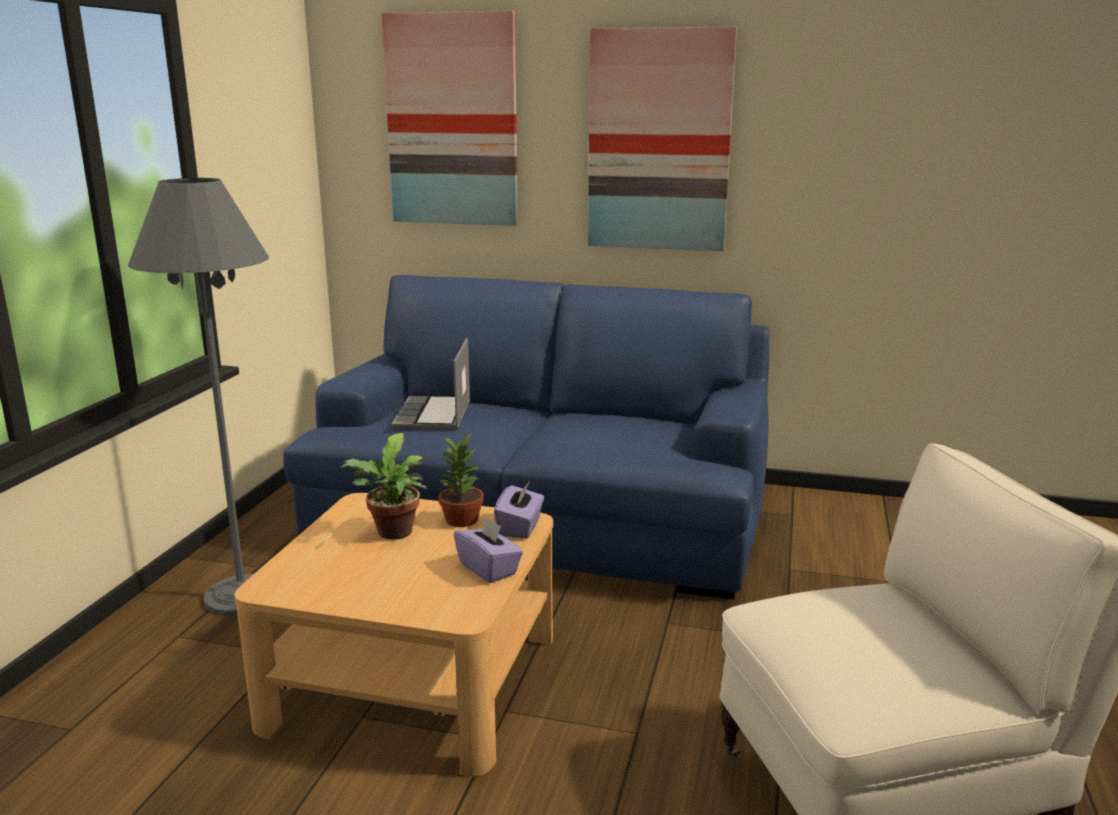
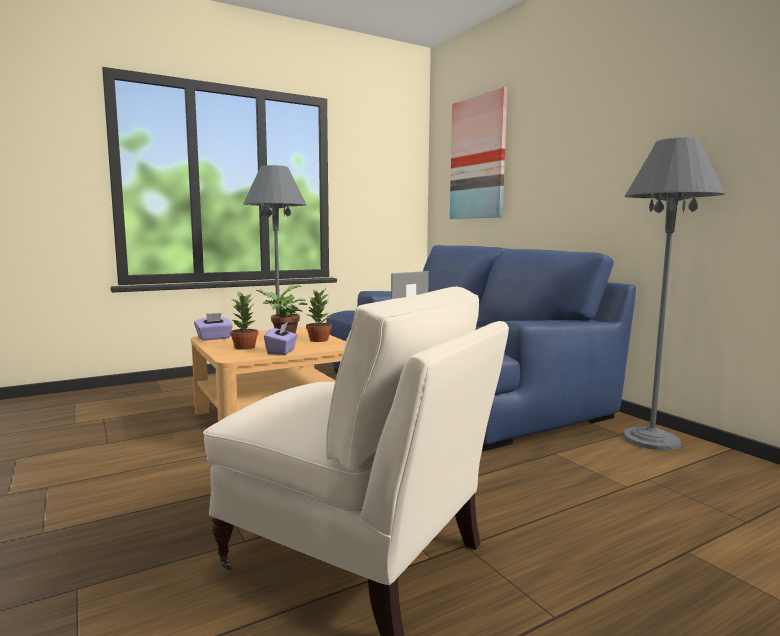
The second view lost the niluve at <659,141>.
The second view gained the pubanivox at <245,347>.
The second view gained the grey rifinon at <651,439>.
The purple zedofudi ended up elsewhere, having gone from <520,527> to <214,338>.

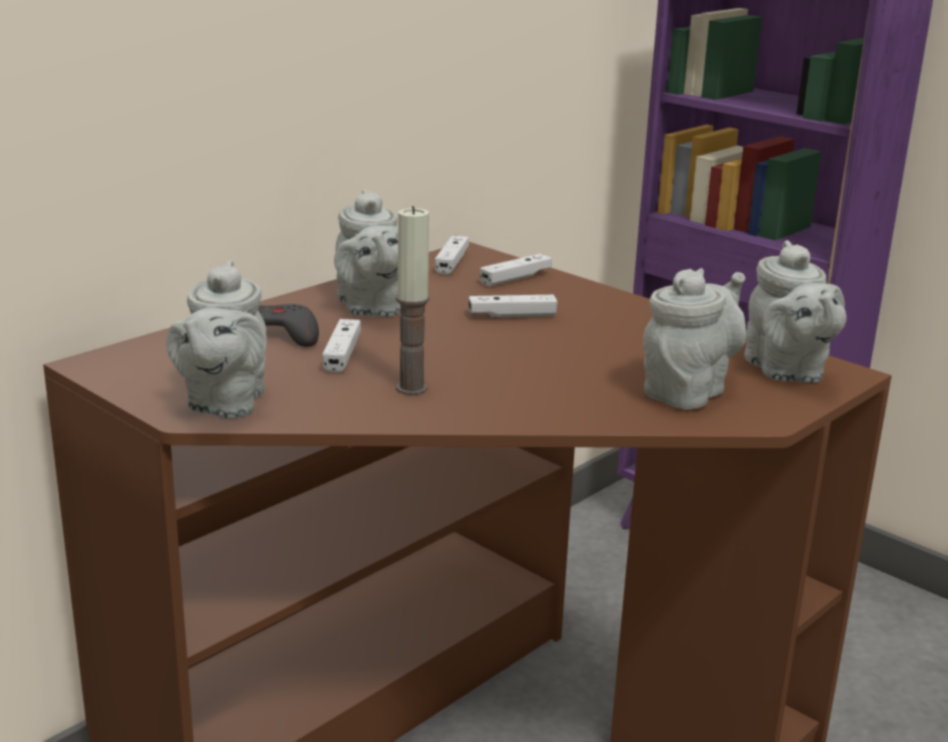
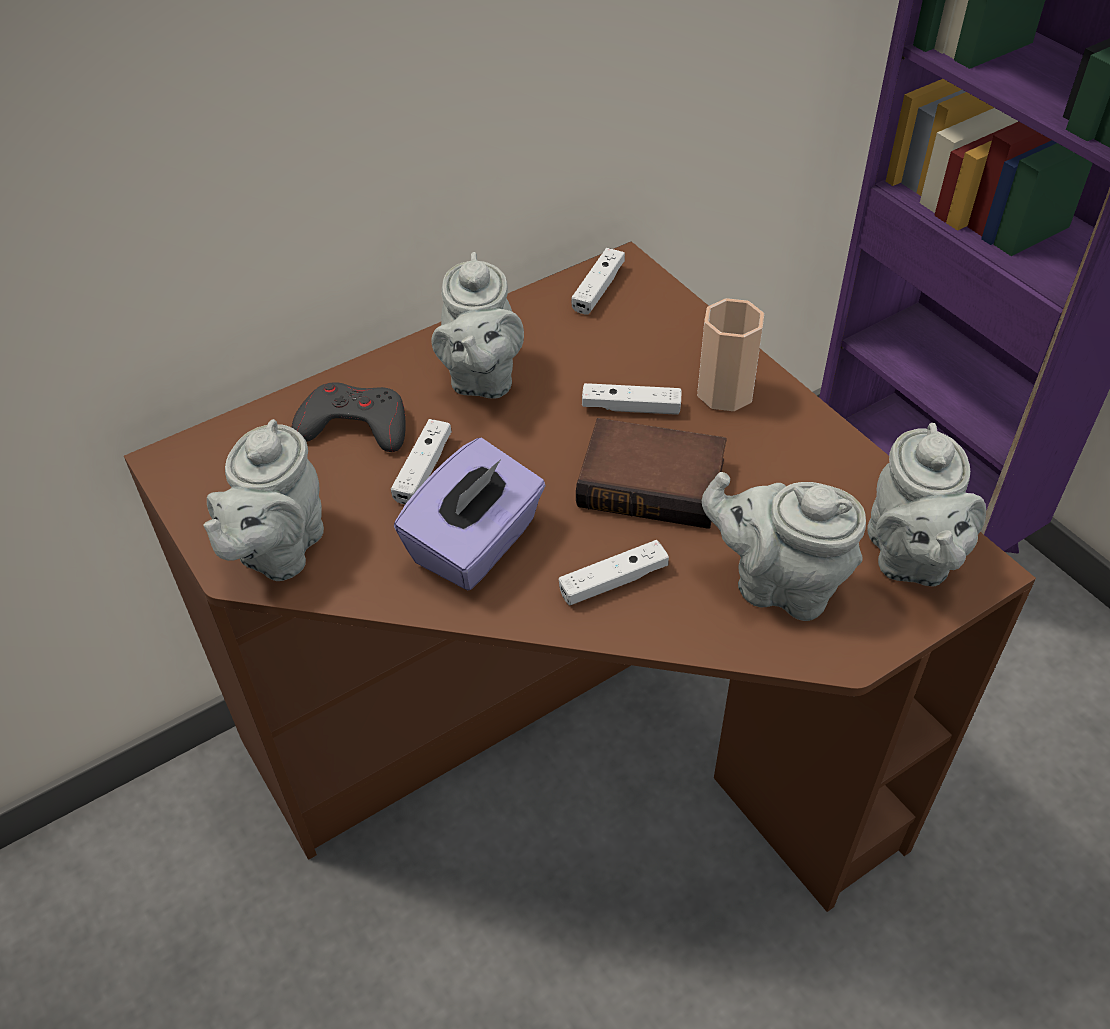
The second view gained the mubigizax at <654,481>.
The second view gained the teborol at <725,392>.
The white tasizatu ended up elsewhere, having gone from <515,278> to <613,581>.
Where the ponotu stood at <411,388>, the purple zedofudi came to stand at <476,544>.
The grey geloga at <688,390> ended up facing another way, 120 degrees counterclockwise from before.

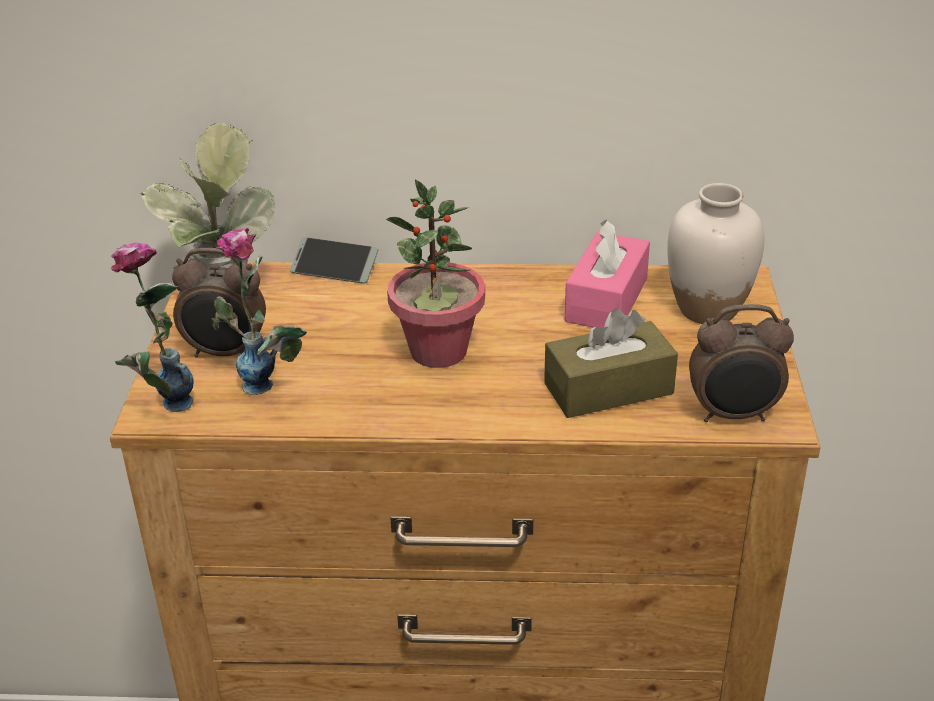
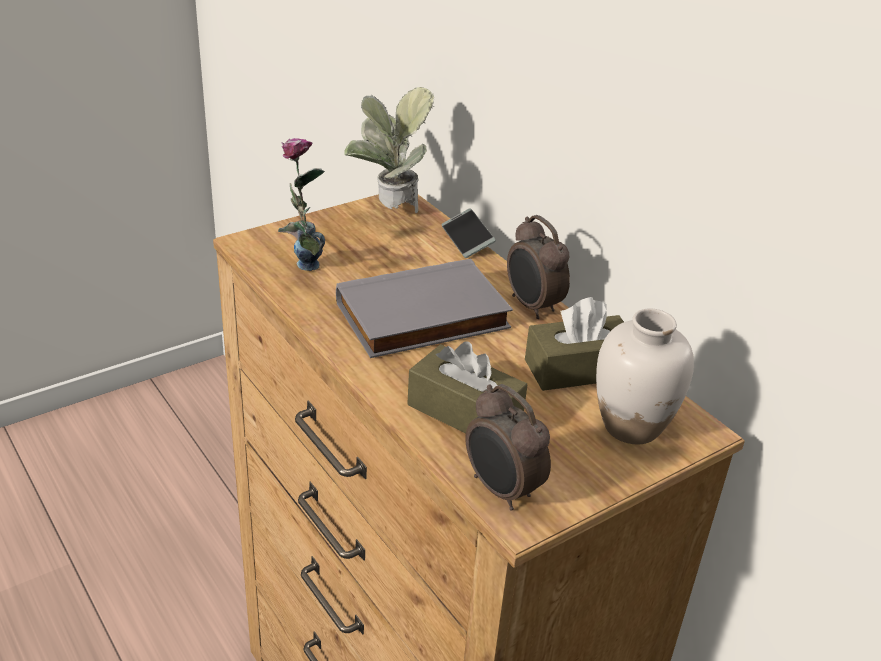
The second view lost the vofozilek at <164,415>.
The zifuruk ended up elsewhere, having gone from <226,353> to <532,306>.
Where the pubanivox stood at <438,351>, the grey mubigizax came to stand at <423,318>.
What was the pink zedofudi at <606,300> turned into the brown zedofudi at <578,369>.

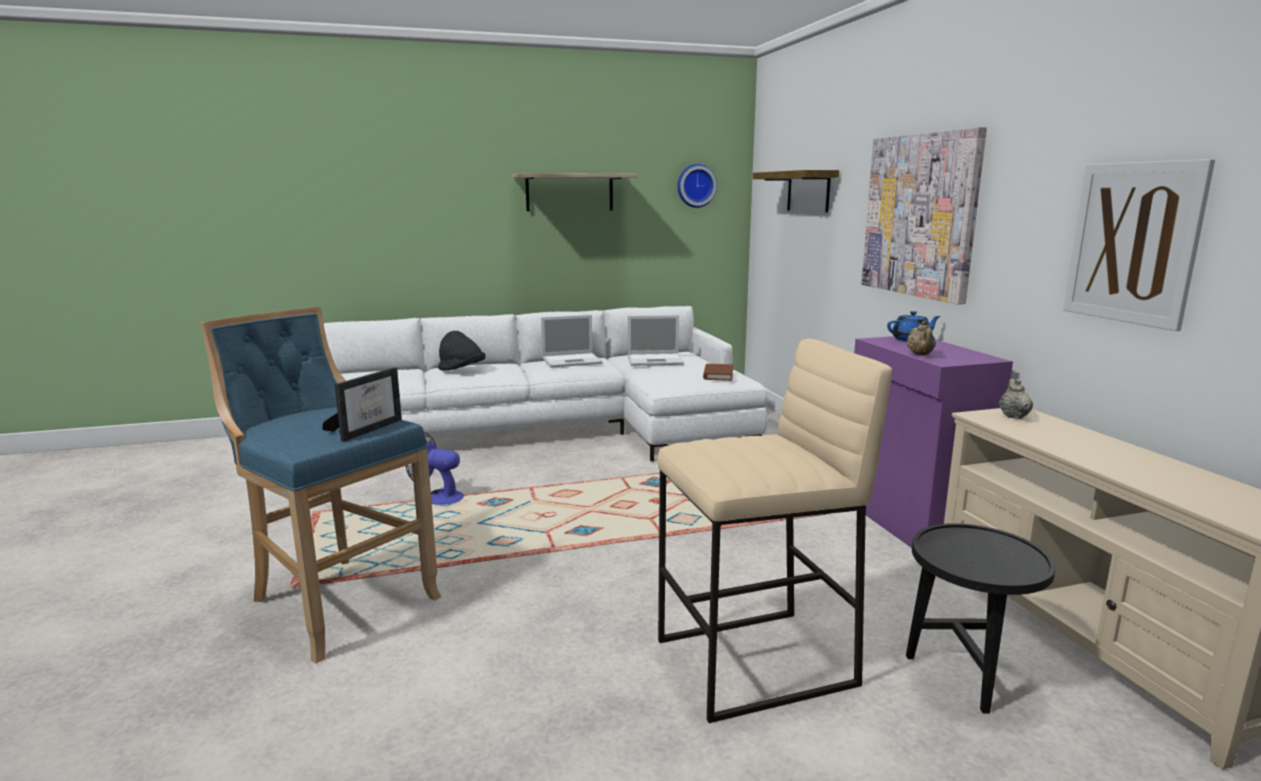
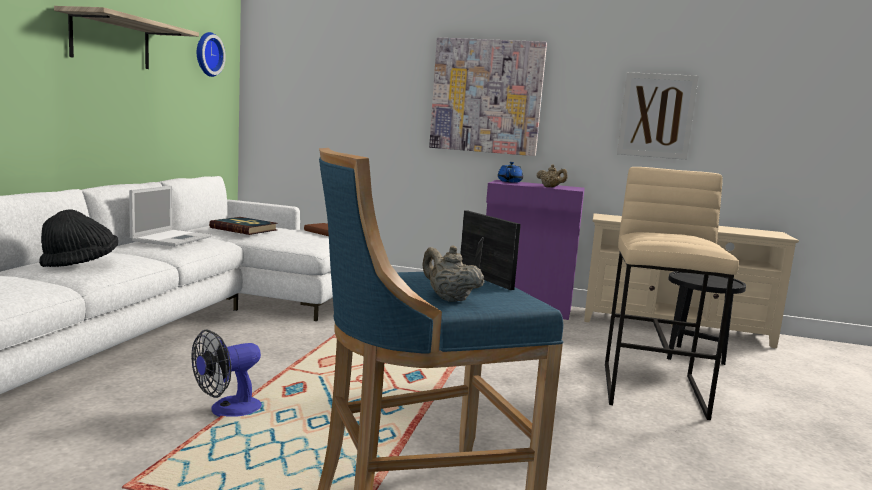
The second view lost the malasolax at <808,191>.
The beige geloga ended up elsewhere, having gone from <1013,416> to <449,299>.
Where the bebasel stood at <656,360>, the mubigizax came to stand at <244,229>.

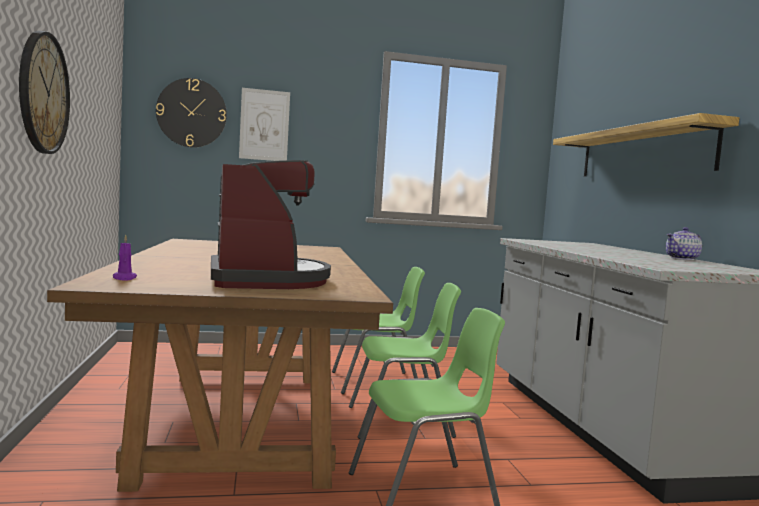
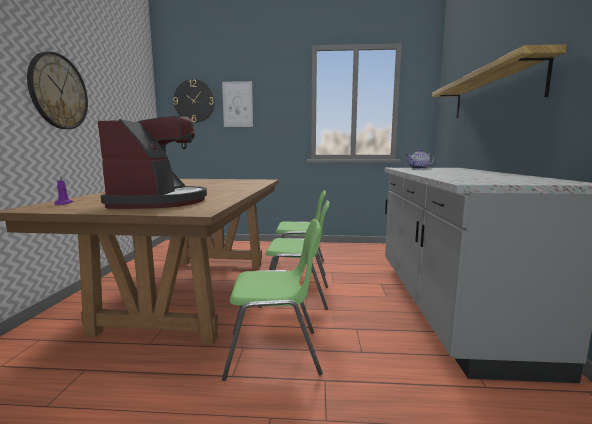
The geloga ended up elsewhere, having gone from <682,258> to <419,168>.

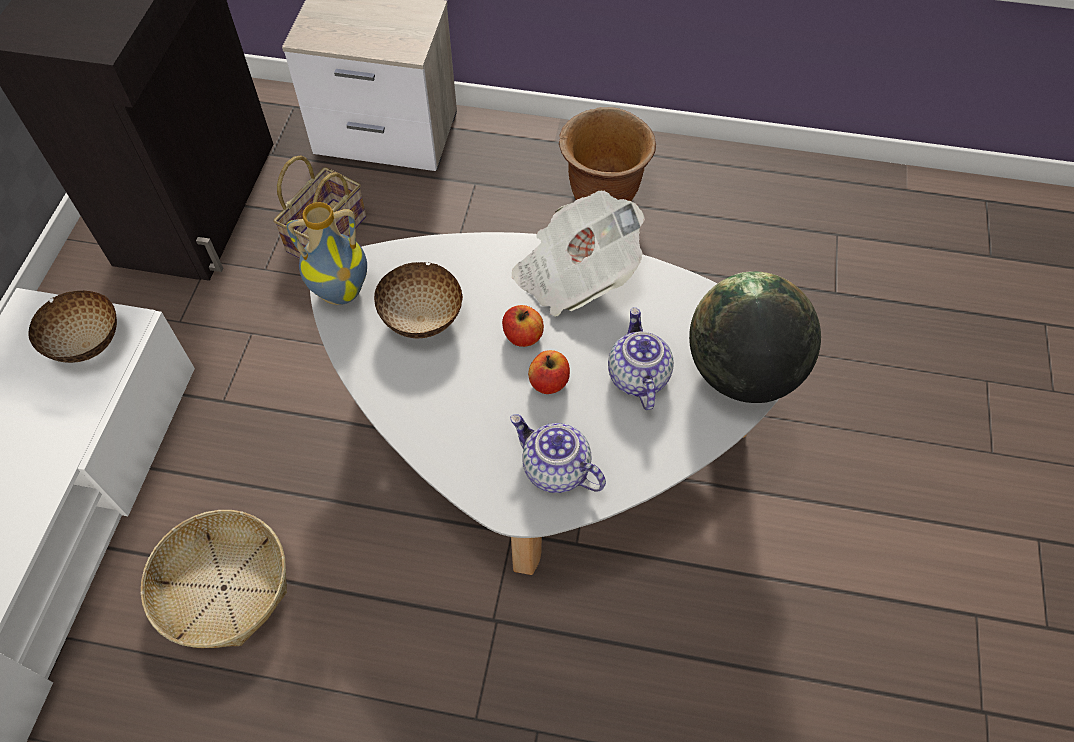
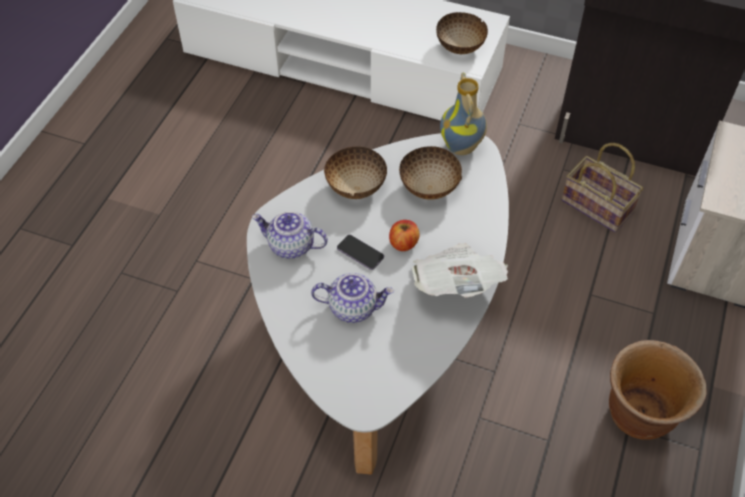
The second view lost the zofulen at <224,587>.
The second view lost the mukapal at <742,372>.
The second view gained the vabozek at <355,187>.
Where the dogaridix stood at <549,382>, the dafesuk came to stand at <360,253>.
The geloga at <555,469> ended up facing another way, 120 degrees counterclockwise from before.

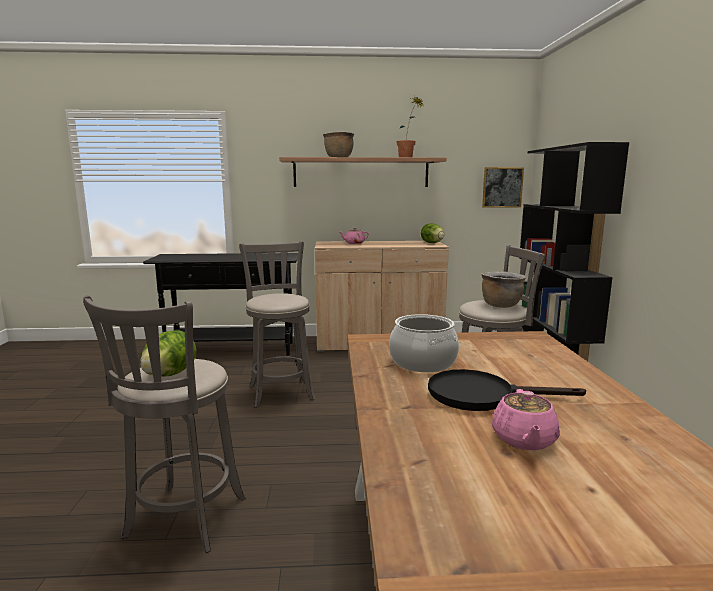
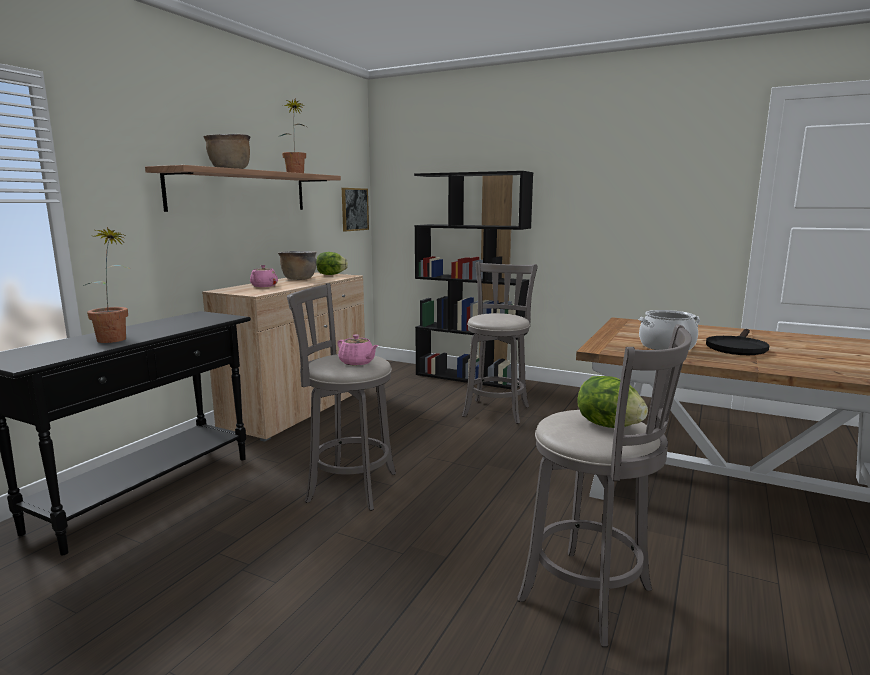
The second view gained the pubanivox at <115,337>.
The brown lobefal ended up elsewhere, having gone from <501,305> to <298,279>.
The pink geloga ended up elsewhere, having gone from <524,440> to <357,362>.

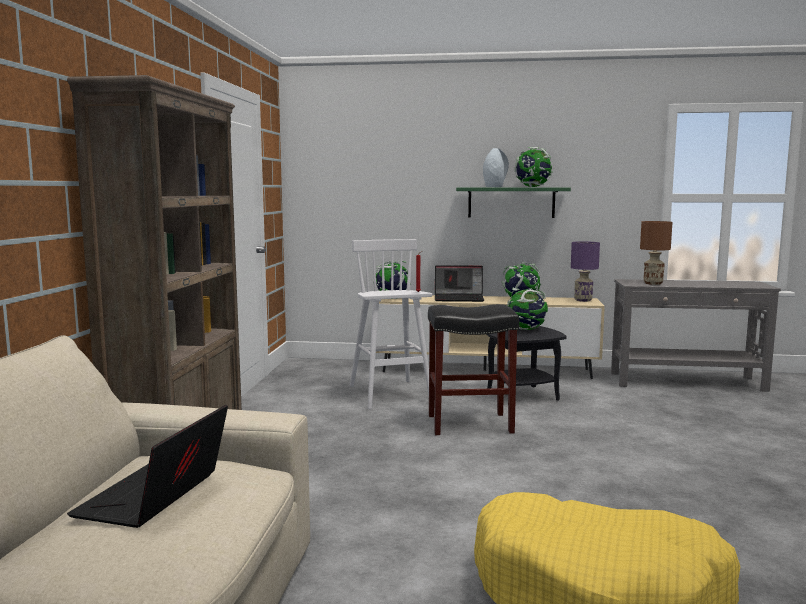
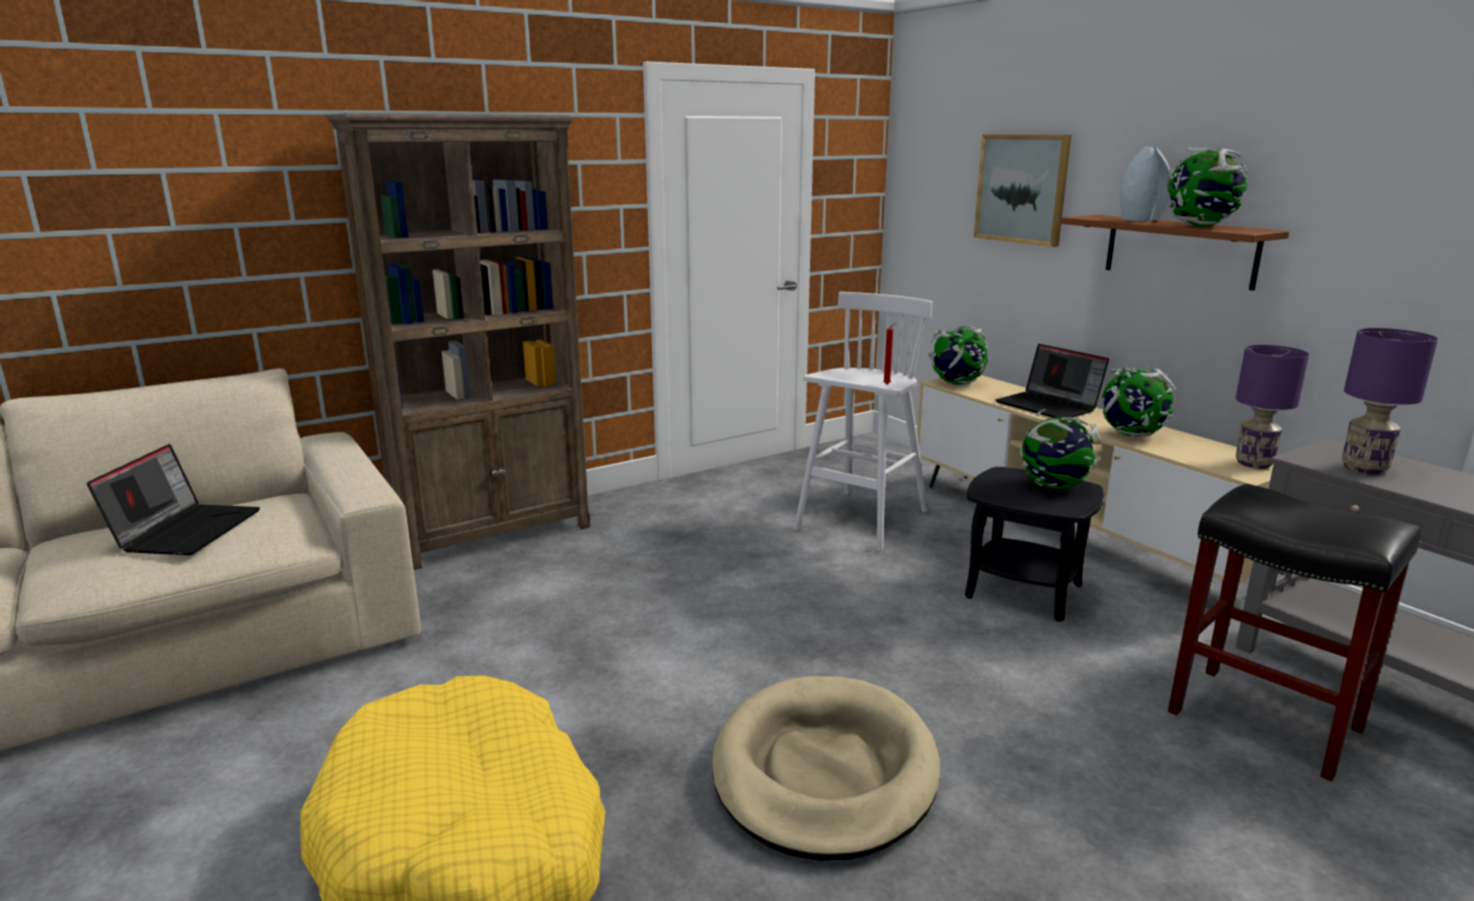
The second view gained the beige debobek at <824,772>.
The second view gained the niluve at <1022,189>.
The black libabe ended up elsewhere, having gone from <471,424> to <1267,721>.
What was the green malasolax at <511,202> turned into the brown malasolax at <1180,251>.
What was the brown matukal at <653,283> turned into the purple matukal at <1364,468>.
The bebasel at <154,498> ended up facing another way, 120 degrees clockwise from before.

